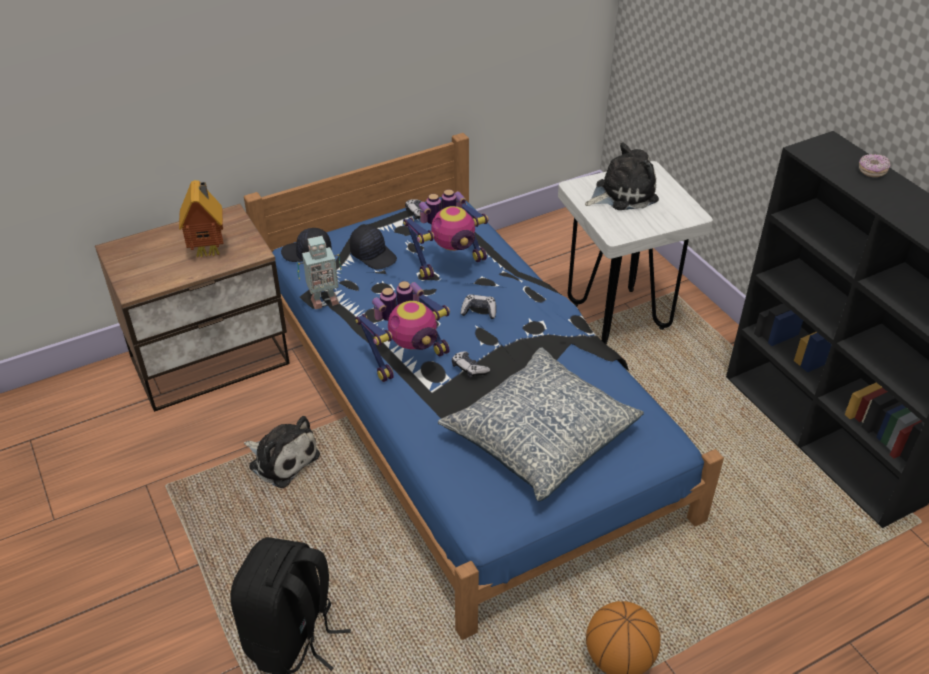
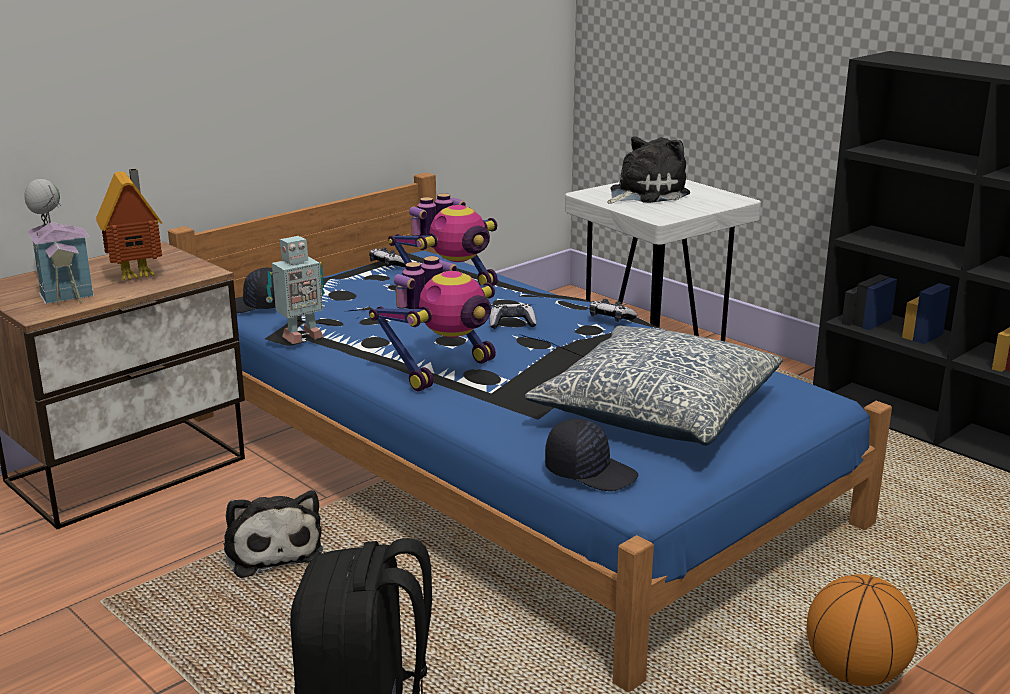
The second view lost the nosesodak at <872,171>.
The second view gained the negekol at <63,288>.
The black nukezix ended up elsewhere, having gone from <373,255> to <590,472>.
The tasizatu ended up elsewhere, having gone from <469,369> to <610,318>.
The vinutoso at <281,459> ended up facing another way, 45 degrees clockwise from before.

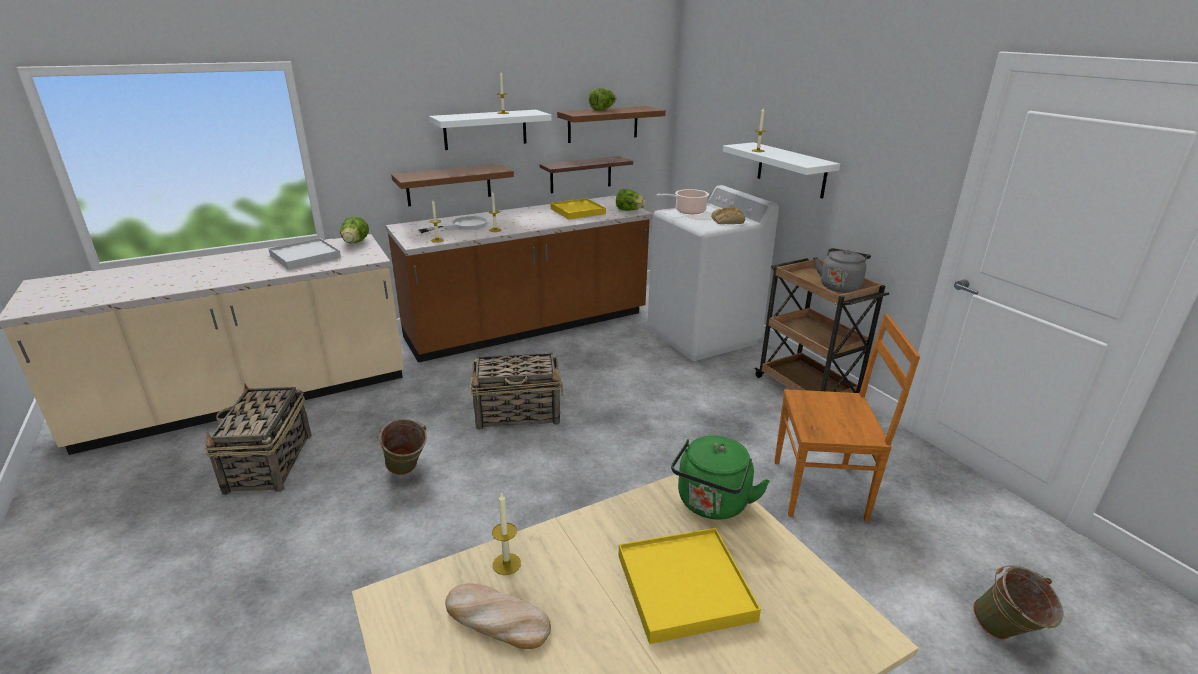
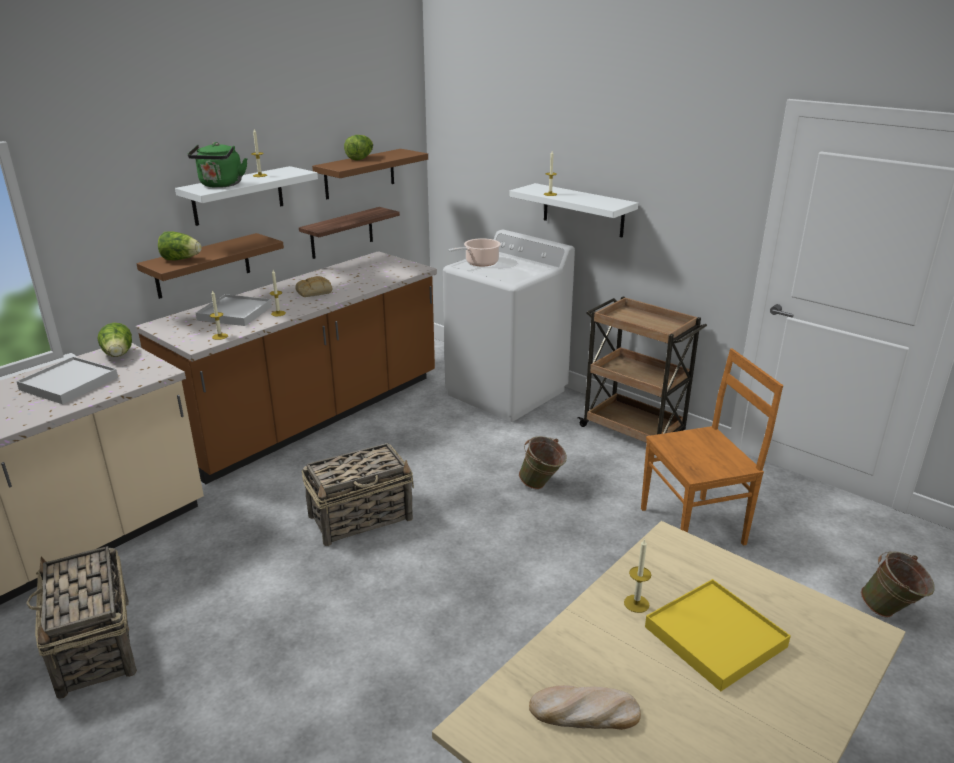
The second view lost the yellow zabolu at <577,211>.
The second view lost the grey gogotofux at <840,286>.
The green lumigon ended up elsewhere, having gone from <406,472> to <541,486>.
The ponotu ended up elsewhere, having gone from <506,564> to <636,603>.
The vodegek ended up elsewhere, having gone from <629,210> to <181,259>.
The green gogotofux ended up elsewhere, having gone from <712,505> to <220,185>.
The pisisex ended up elsewhere, having gone from <727,221> to <313,291>.
Where the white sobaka stood at <463,226>, the white zabolu came to stand at <235,313>.

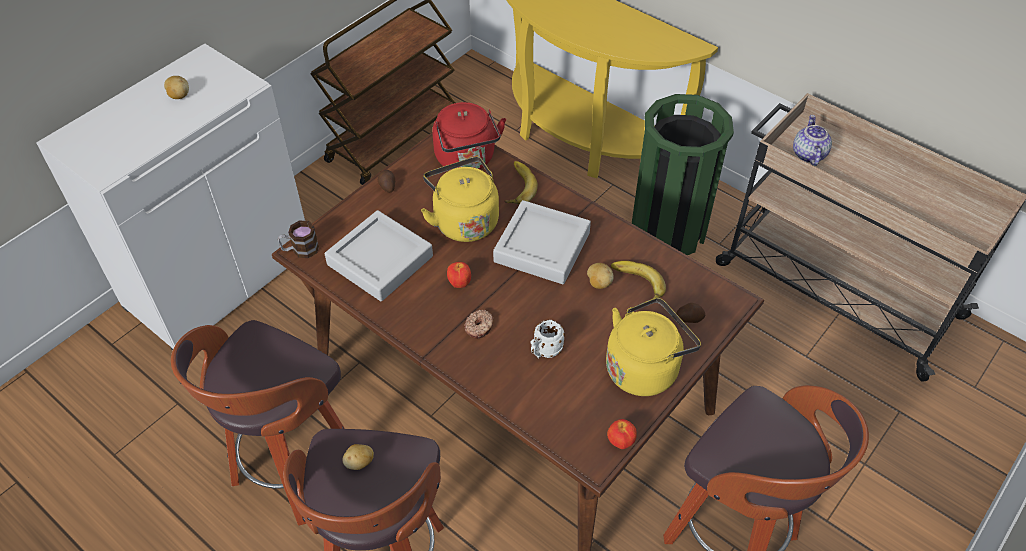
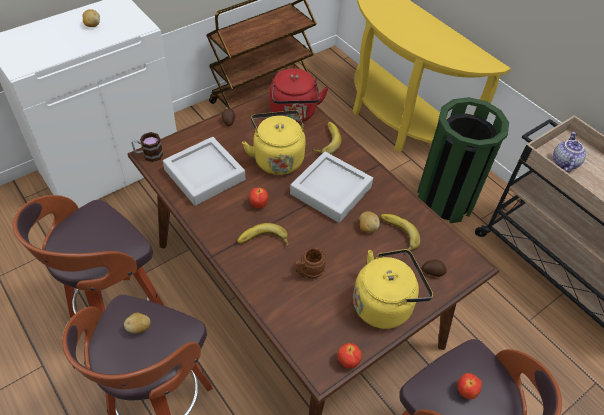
The second view gained the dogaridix at <466,391>.
Where the nosesodak stood at <479,327>, the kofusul came to stand at <263,242>.
What was the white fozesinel at <544,351> turned into the brown fozesinel at <308,272>.

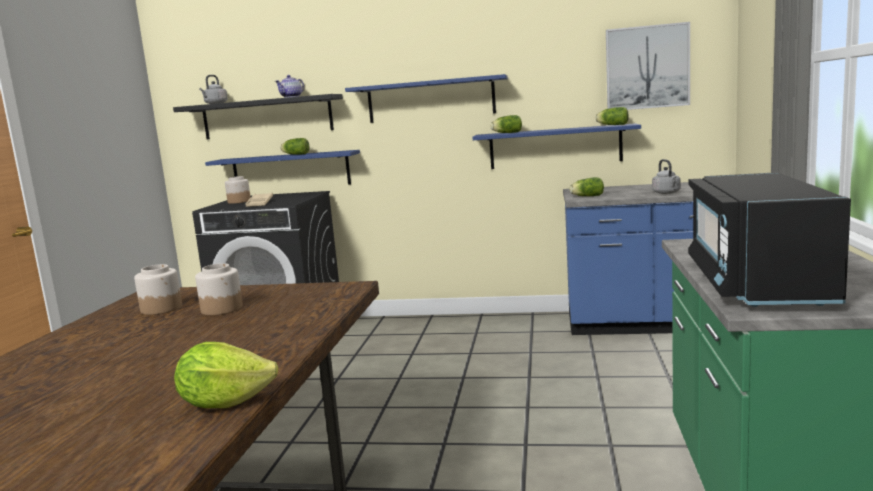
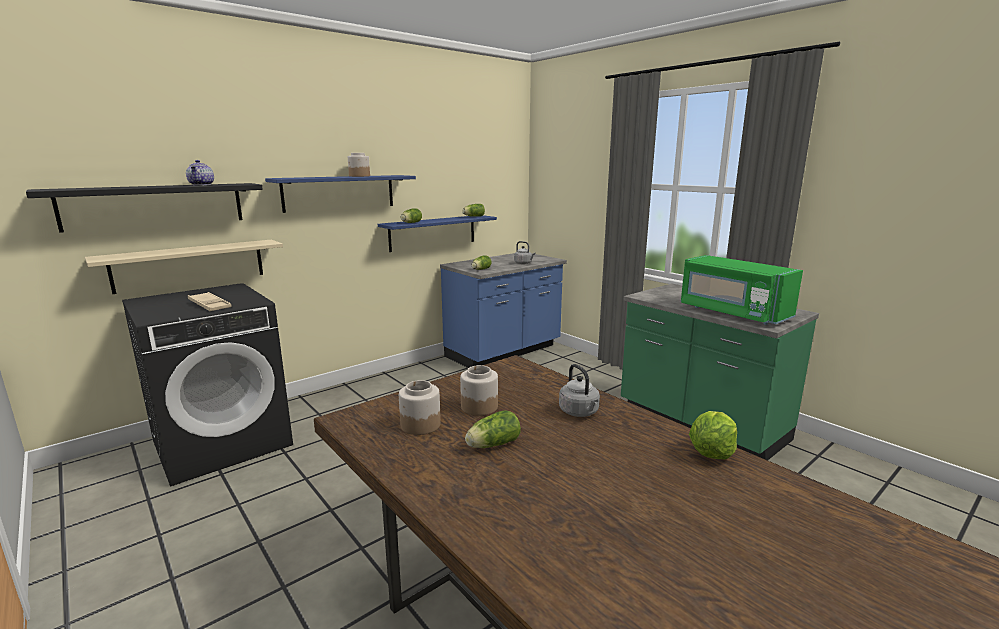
The second view lost the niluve at <647,67>.
The grey gogotofux ended up elsewhere, having gone from <215,103> to <580,412>.
The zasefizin ended up elsewhere, having gone from <239,201> to <359,176>.
The vodegek ended up elsewhere, having gone from <295,154> to <491,445>.
What was the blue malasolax at <291,171> turned into the beige malasolax at <190,265>.
What was the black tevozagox at <756,282> turned into the green tevozagox at <732,313>.

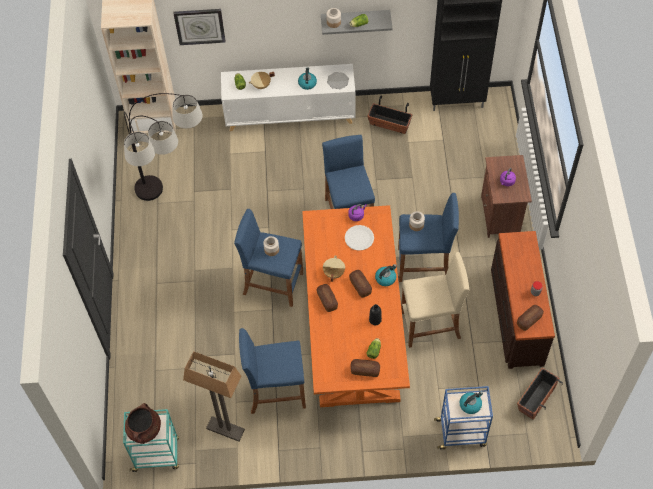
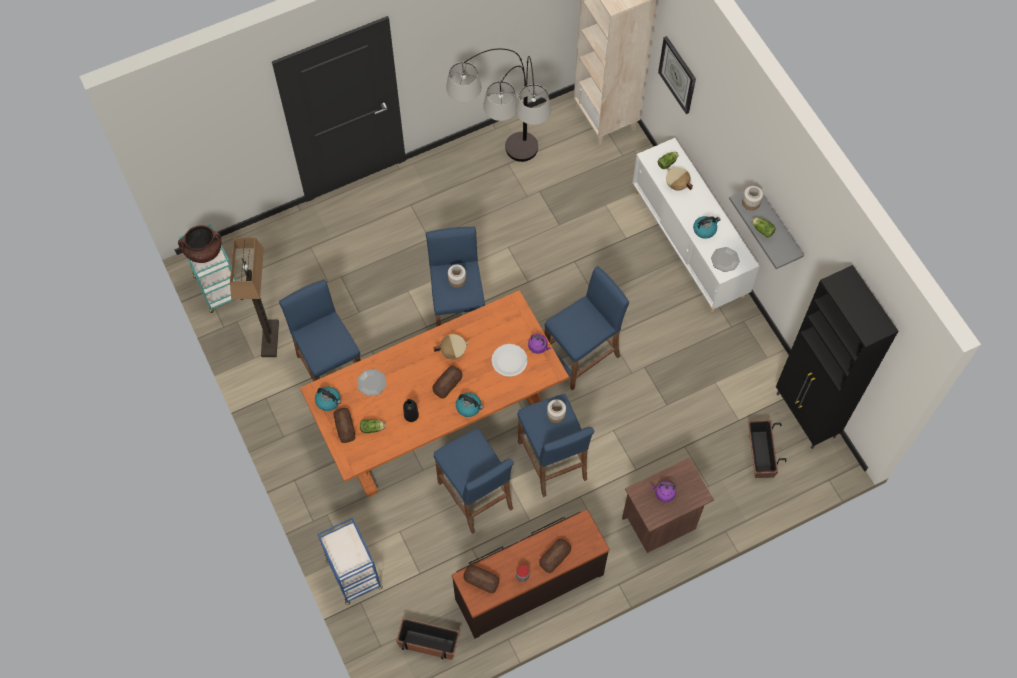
The second view gained the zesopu at <371,383>.
The pisisex ended up elsewhere, having gone from <327,300> to <555,558>.
The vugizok ended up elsewhere, having gone from <389,124> to <760,454>.
The gogotofux ended up elsewhere, having gone from <470,404> to <328,401>.
What was the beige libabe at <431,325> turned into the blue libabe at <475,495>.

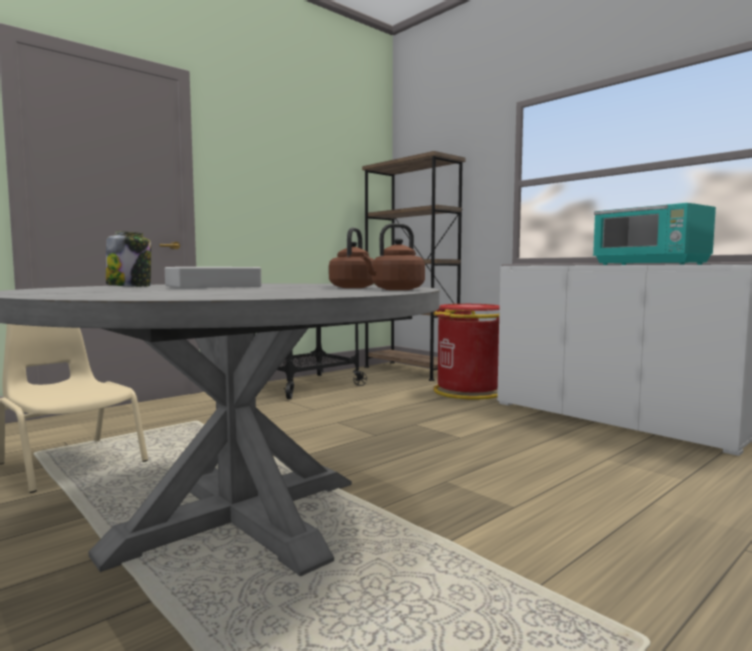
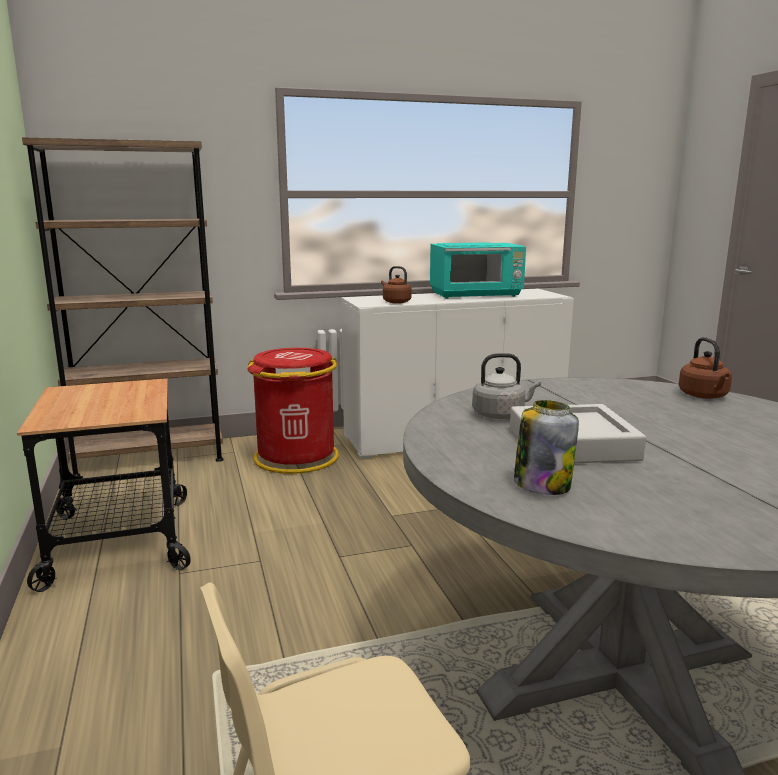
The second view gained the grey gogotofux at <501,415>.
The brown gogotofux ended up elsewhere, having gone from <354,287> to <395,302>.

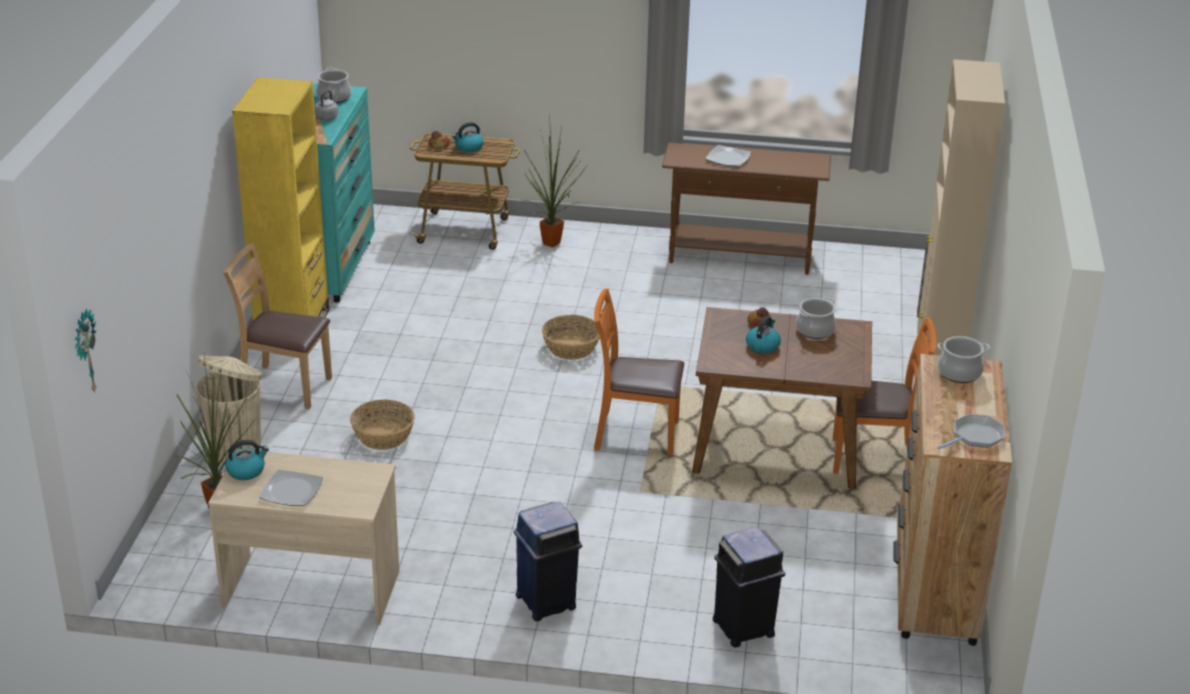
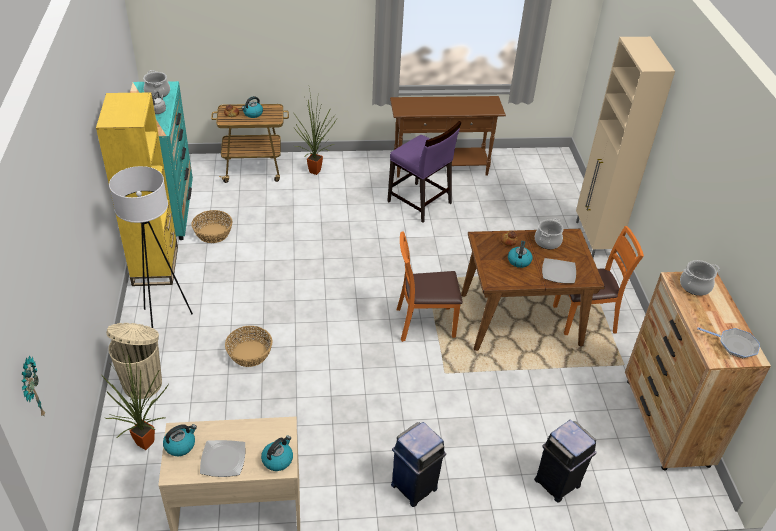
The second view gained the gogotofux at <277,459>.
The second view gained the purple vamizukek at <419,203>.
The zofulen ended up elsewhere, having gone from <571,348> to <213,233>.
The zesopu ended up elsewhere, having gone from <728,158> to <558,272>.
Where the brown vamizukek stood at <284,387>, the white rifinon came to stand at <164,321>.
The sobaka at <975,436> ended up facing another way, 75 degrees clockwise from before.

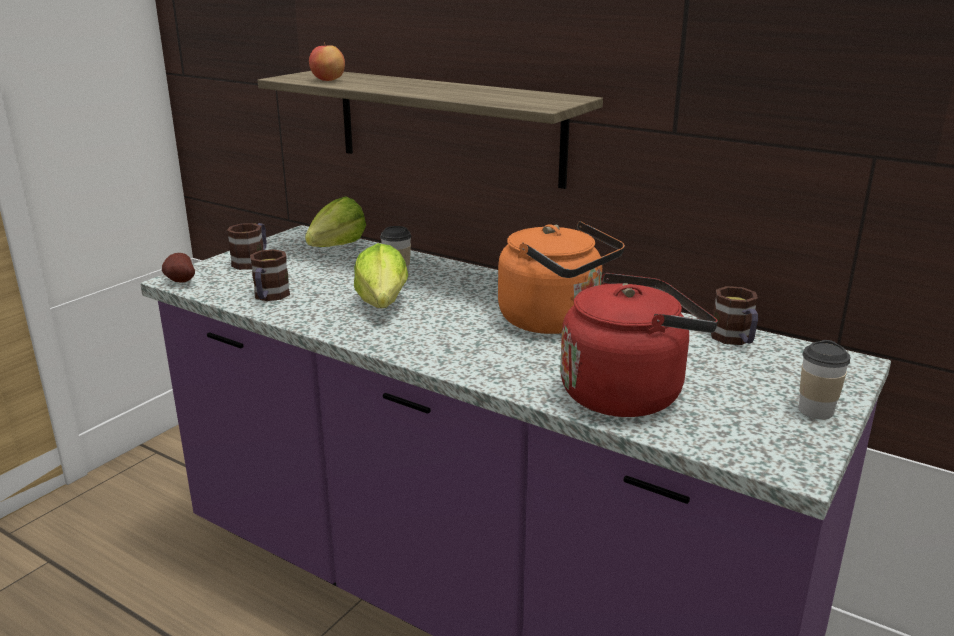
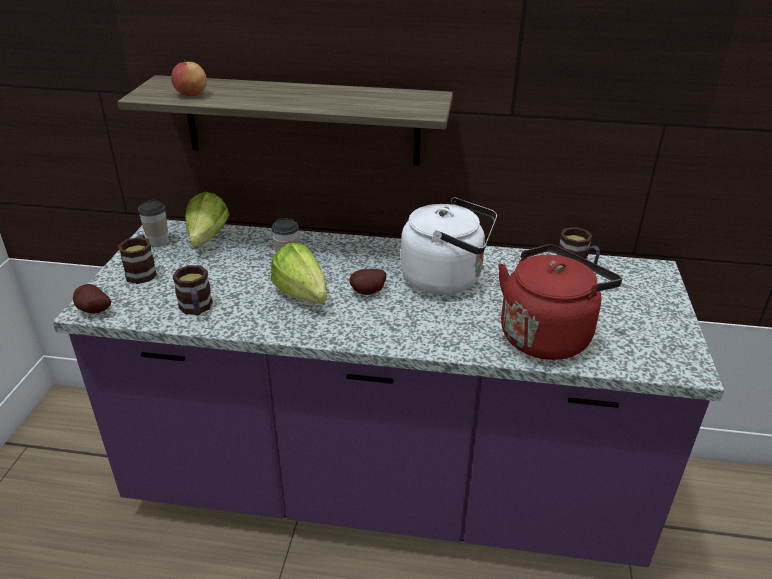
The second view gained the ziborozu at <369,293>.
The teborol ended up elsewhere, having gone from <815,410> to <158,241>.
What was the orange gogotofux at <555,321> turned into the white gogotofux at <447,279>.

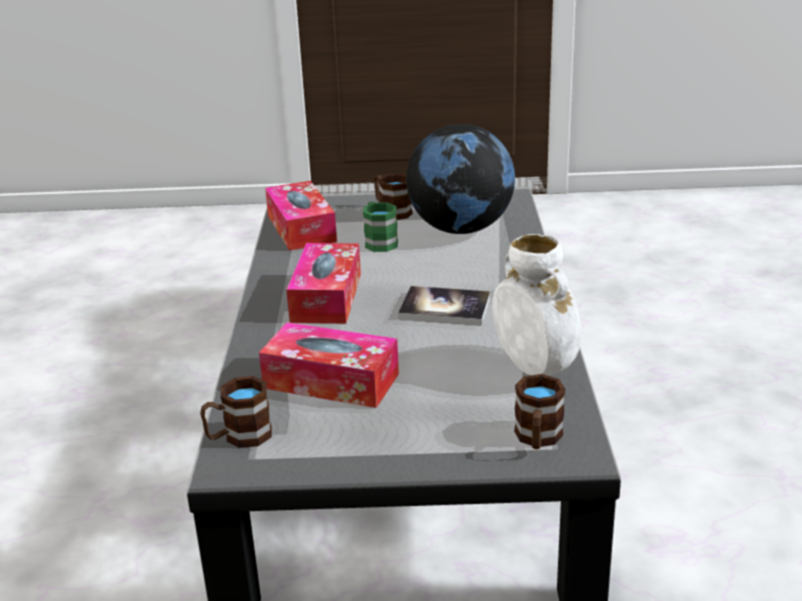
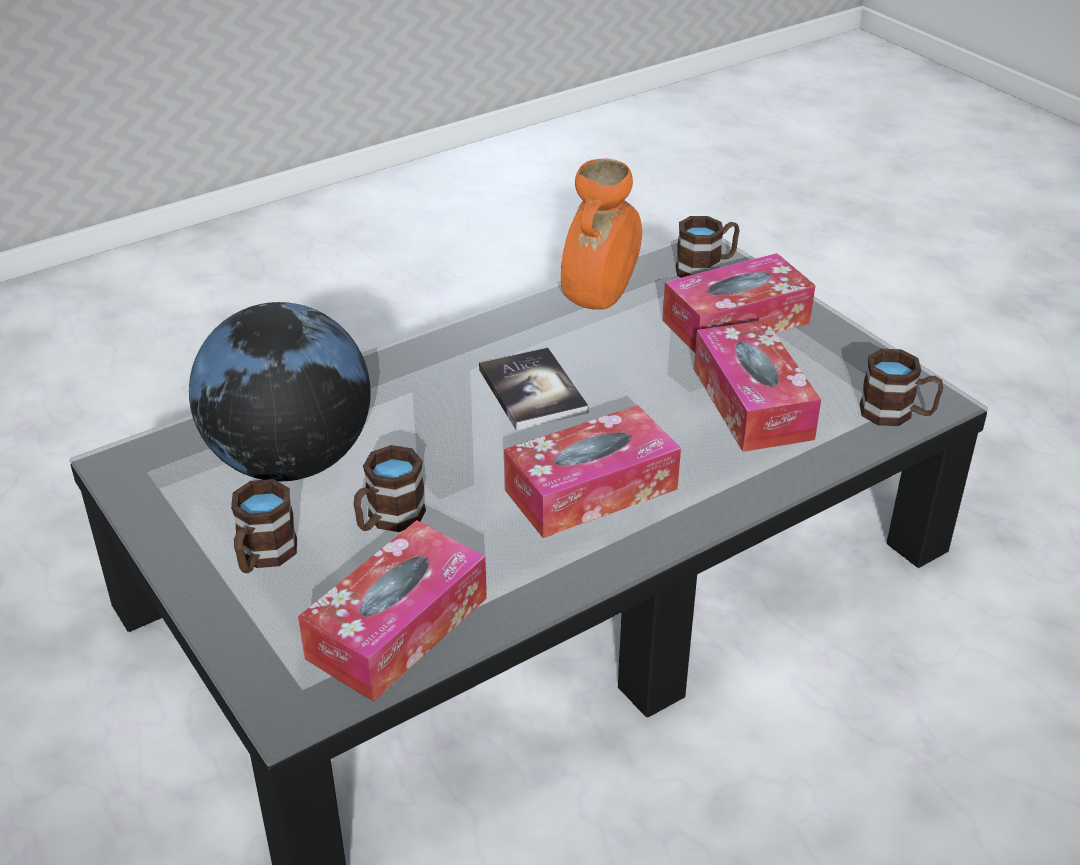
The second view gained the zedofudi at <736,321>.
What was the green fozesinel at <379,241> turned into the brown fozesinel at <388,520>.
What was the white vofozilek at <535,368> turned into the orange vofozilek at <599,300>.

